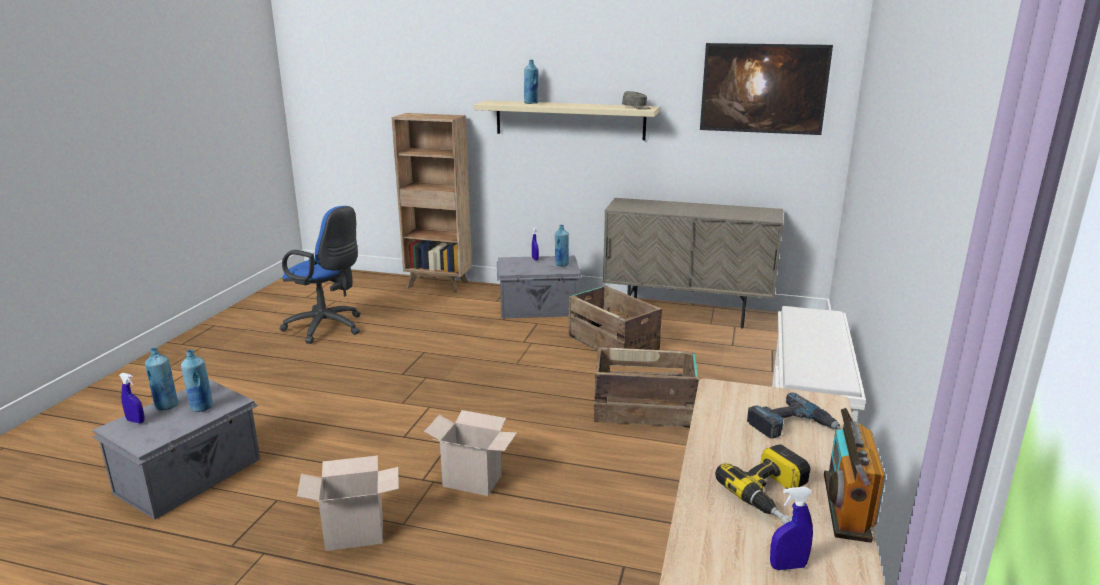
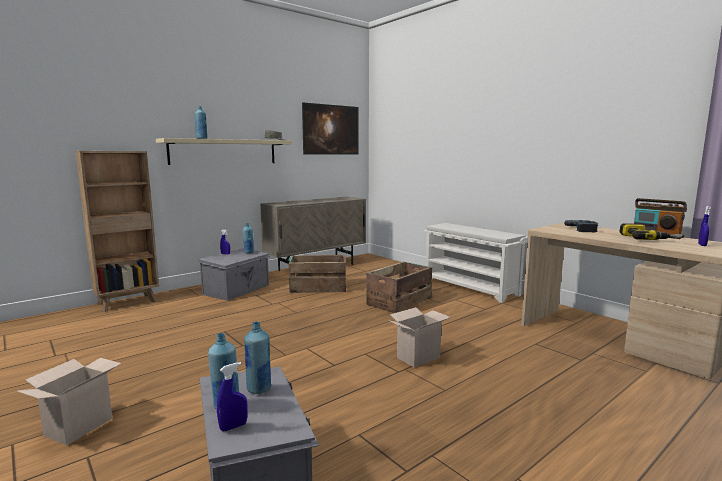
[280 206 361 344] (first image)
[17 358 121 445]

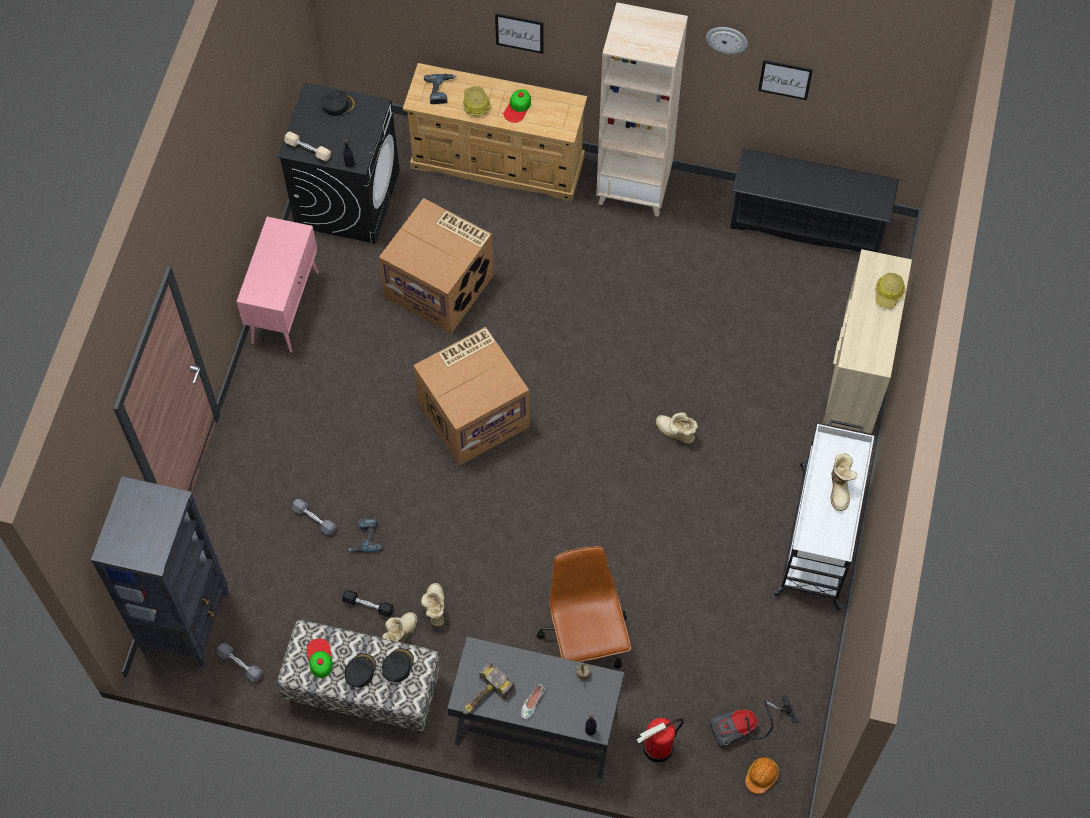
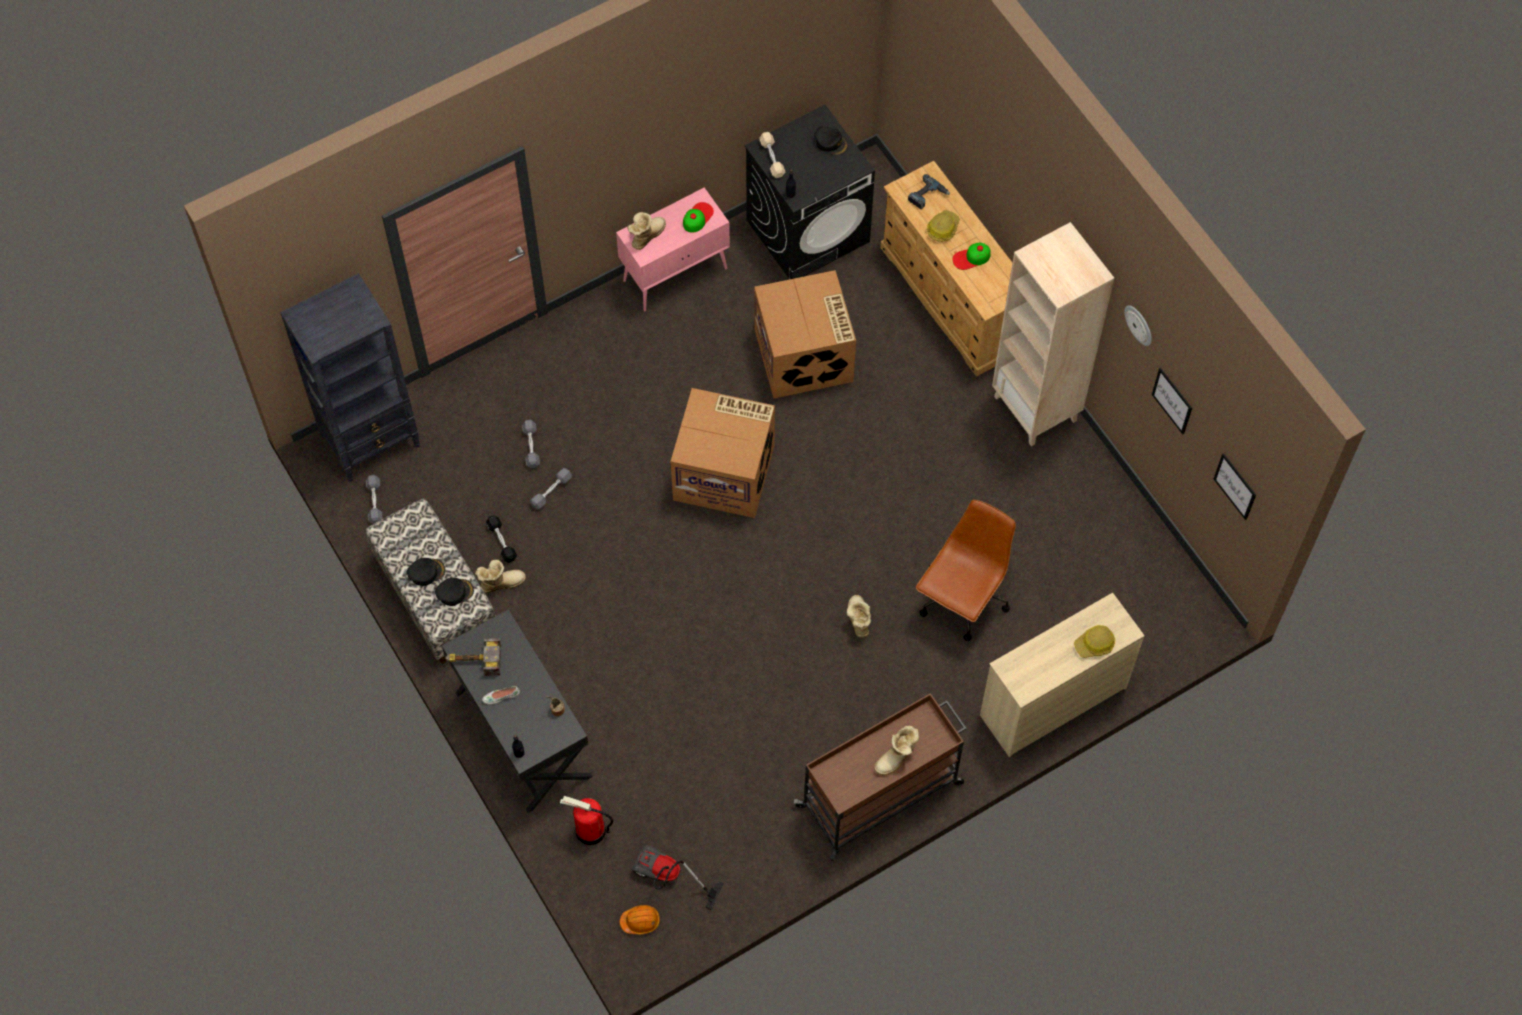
[683 202 714 233]
[530 468 572 510]
[627 212 666 250]
[1214 453 1256 520]
[916 500 1016 641]
[730 148 899 253] (first image)
[794 693 967 861]

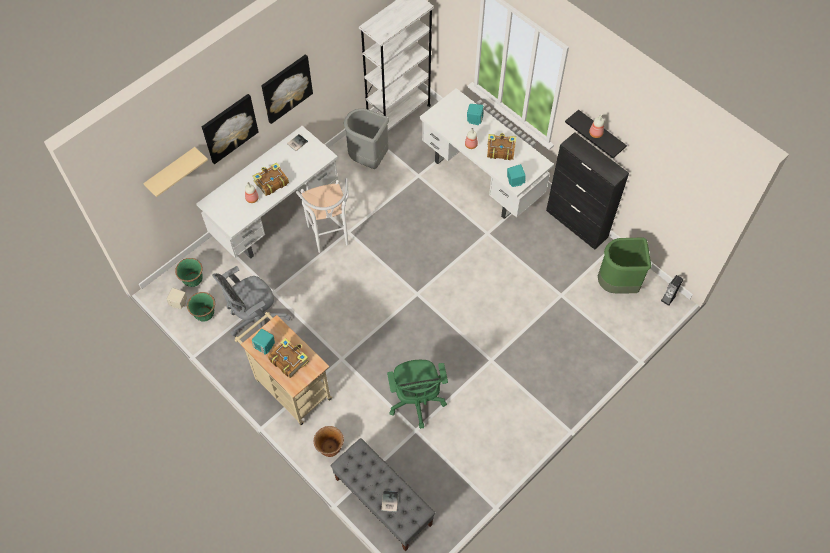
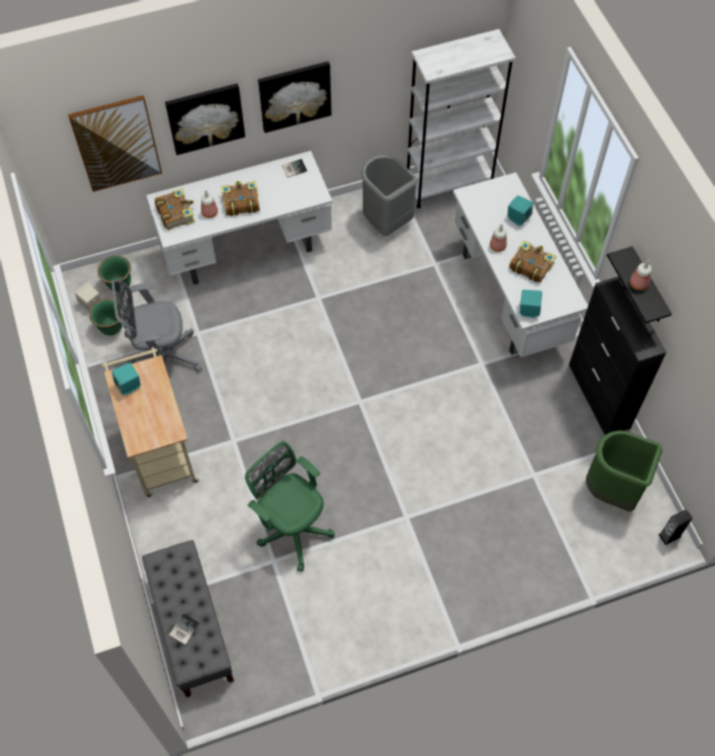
[68 95 162 192]
[155 188 195 230]
[296 178 349 253] (first image)
[314 426 344 457] (first image)
[245 441 335 572]

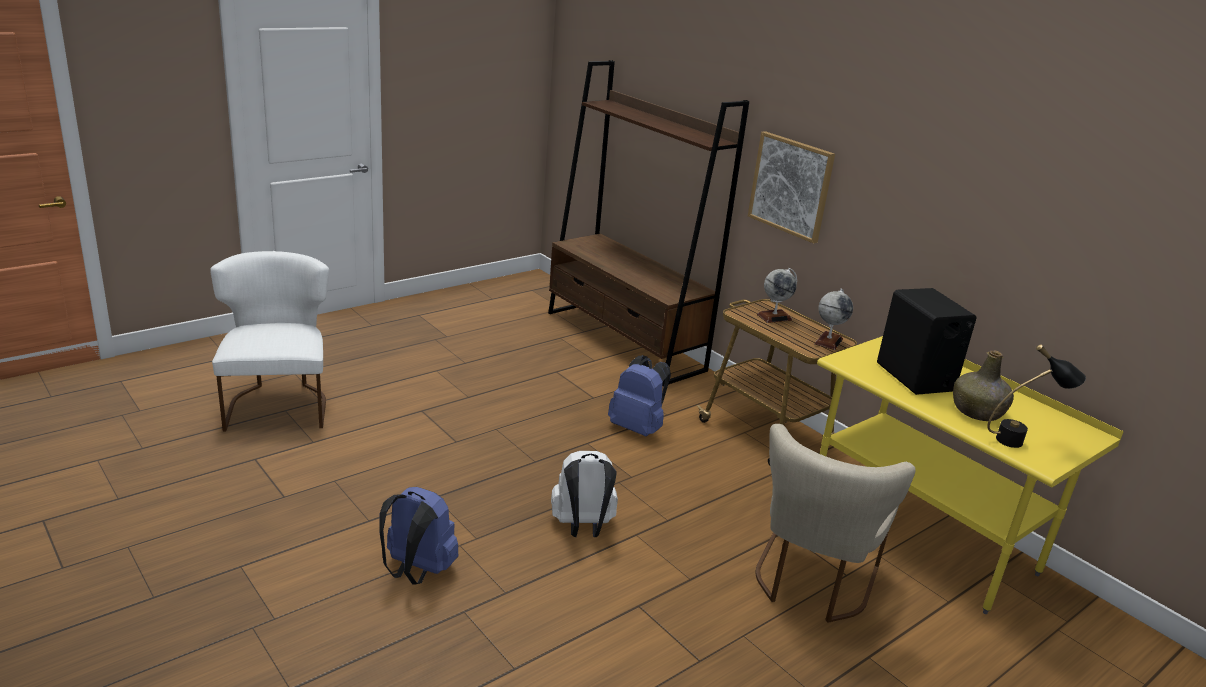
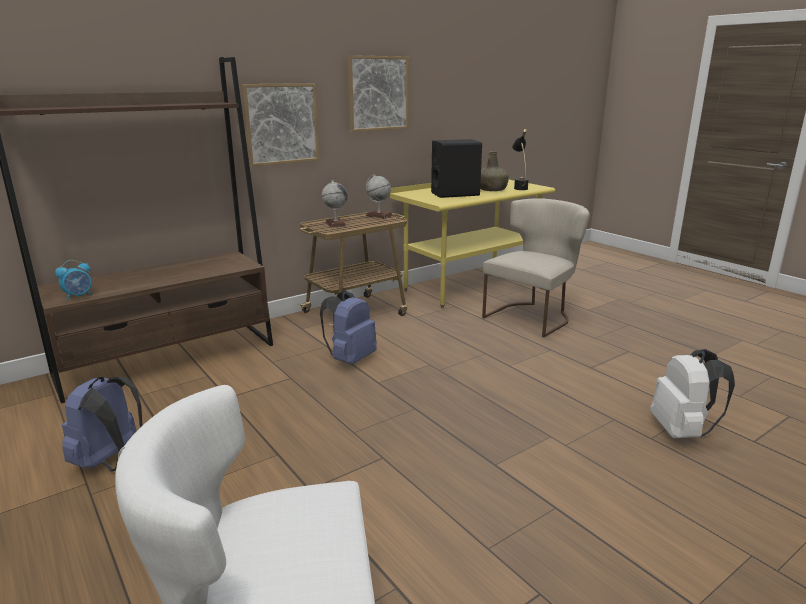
[62 376 143 472]
[650 349 735 438]
[482 198 590 337]
[55 260 92 300]
[347 55 409 132]

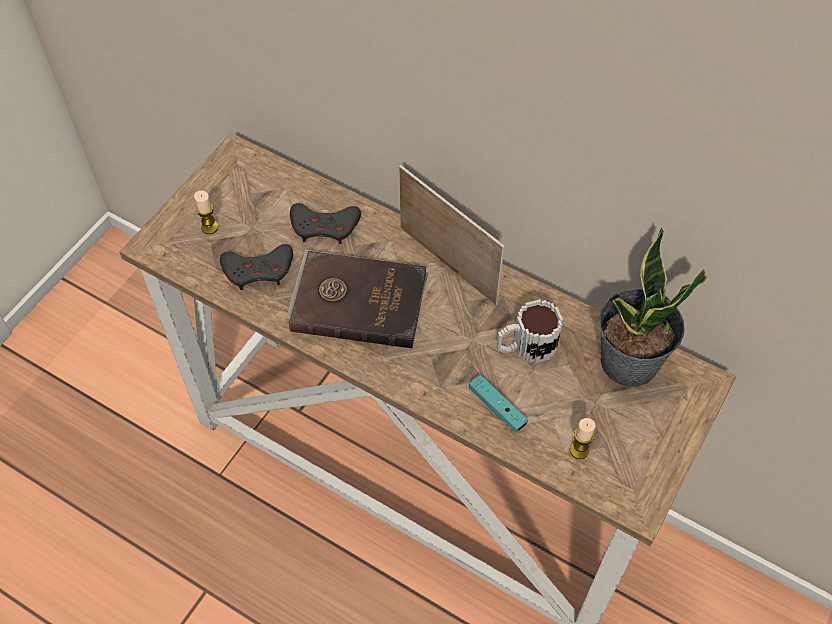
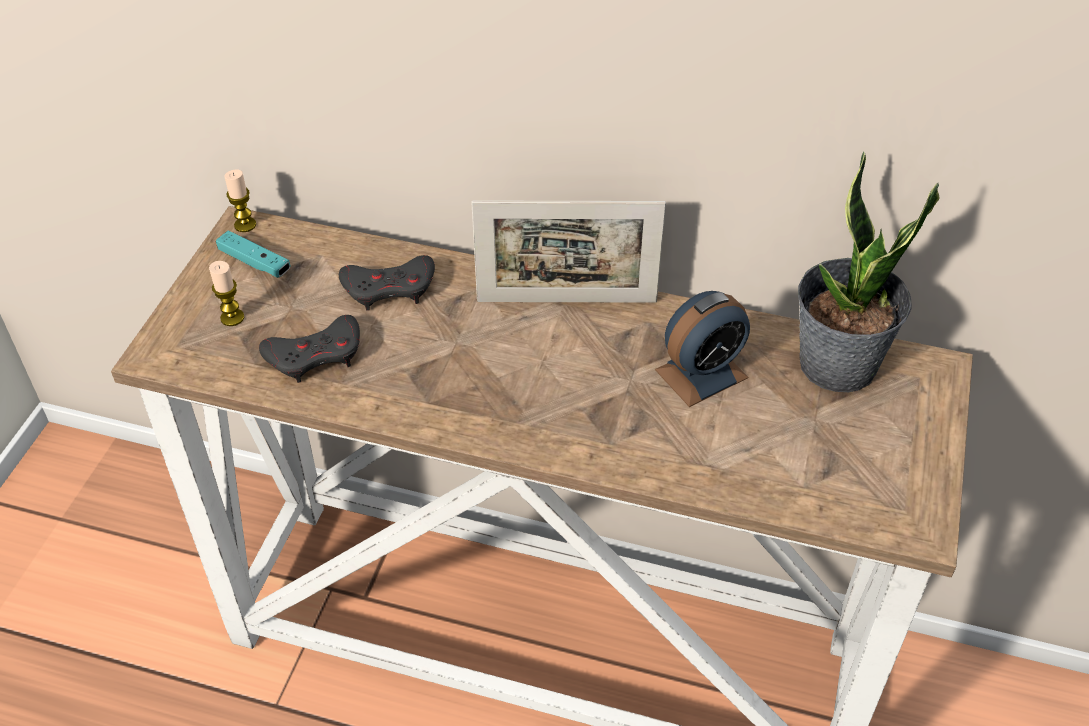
[287 250 429 348] (first image)
[471 200 666 303]
[216 231 291 278]
[655 291 750 407]
[225 170 256 232]

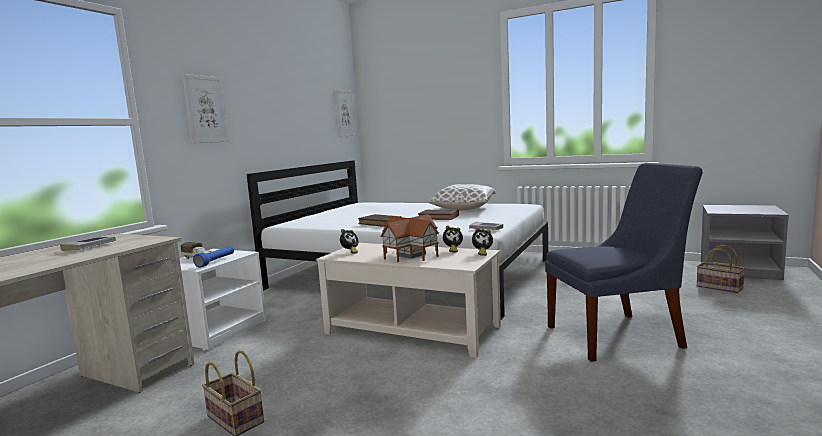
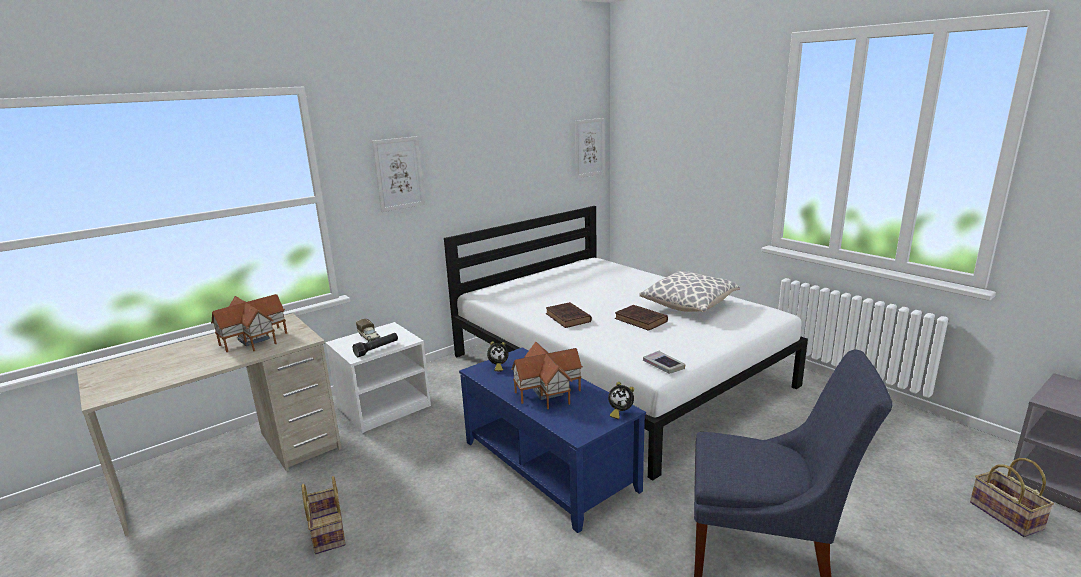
[211 294 287 352]
[353 333 398 357]
[459 347 646 533]
[443 226 463 253] (first image)

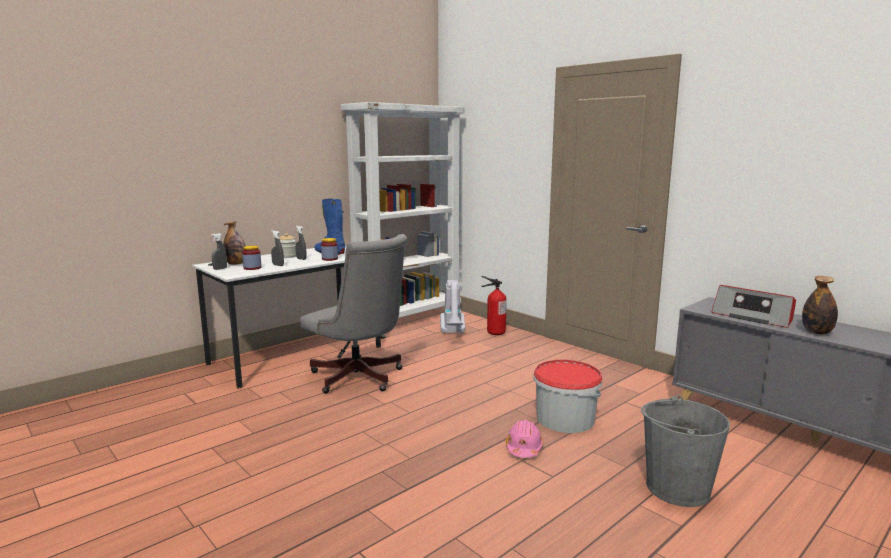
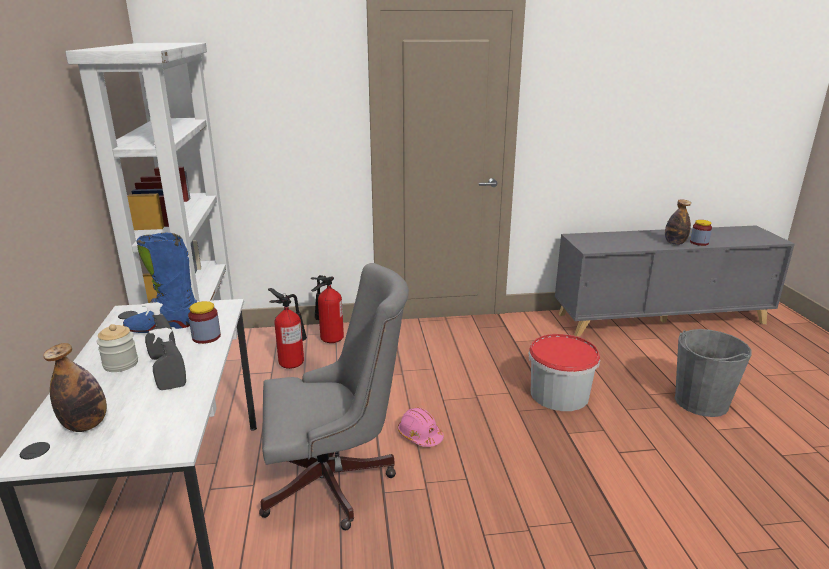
[211 233 227 270] (first image)
[690 220 712 246]
[268 288 307 369]
[398 407 444 447]
[711 285 796 328] (first image)

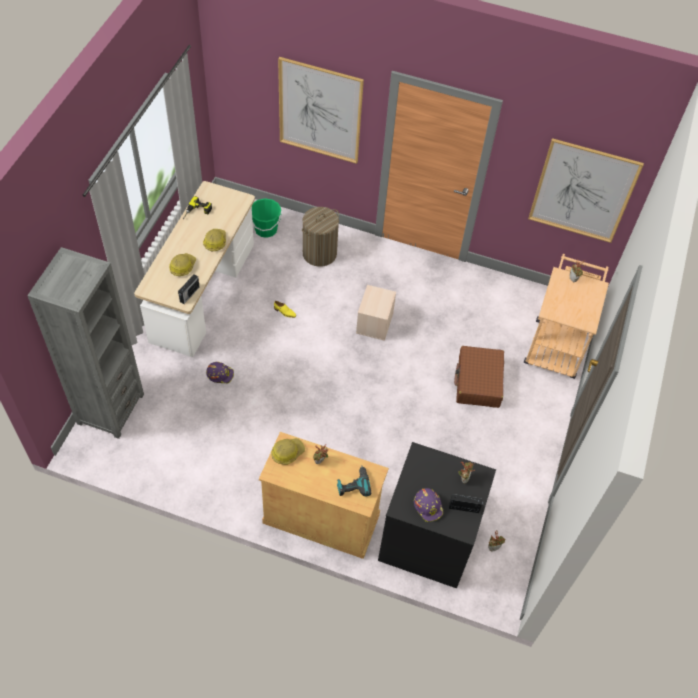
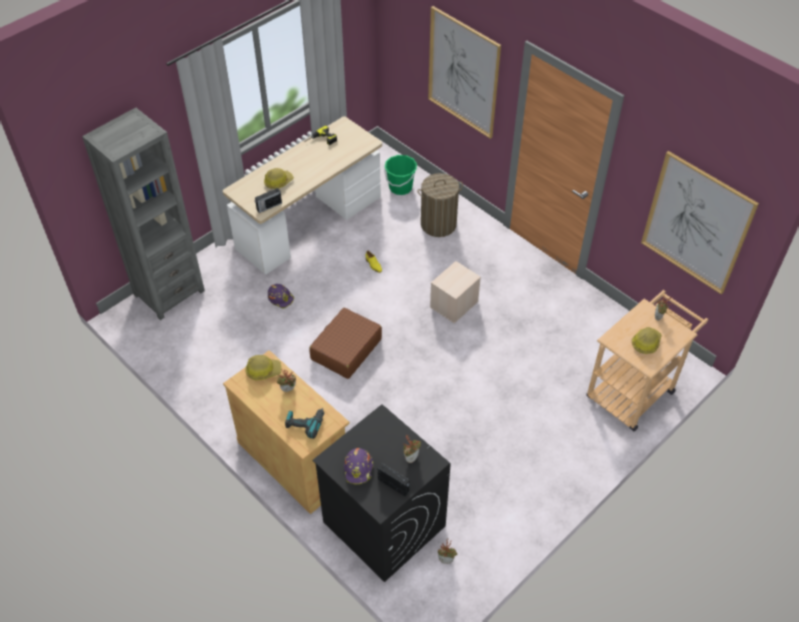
[632 327 662 354]
[309 308 382 379]

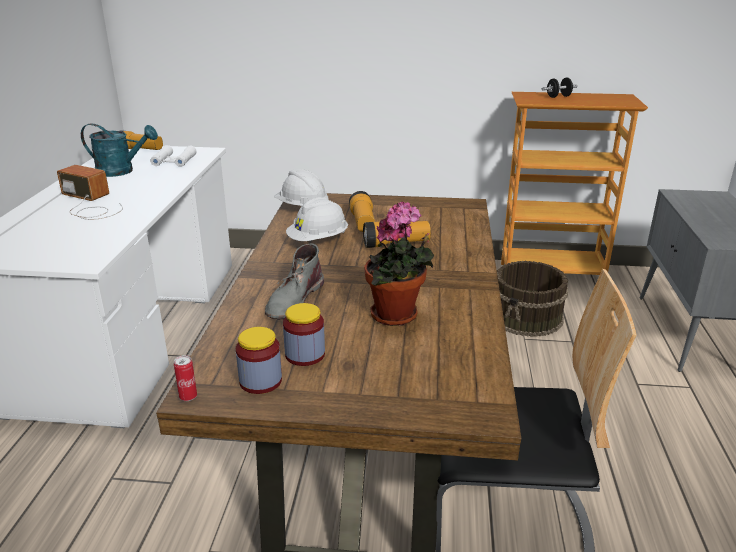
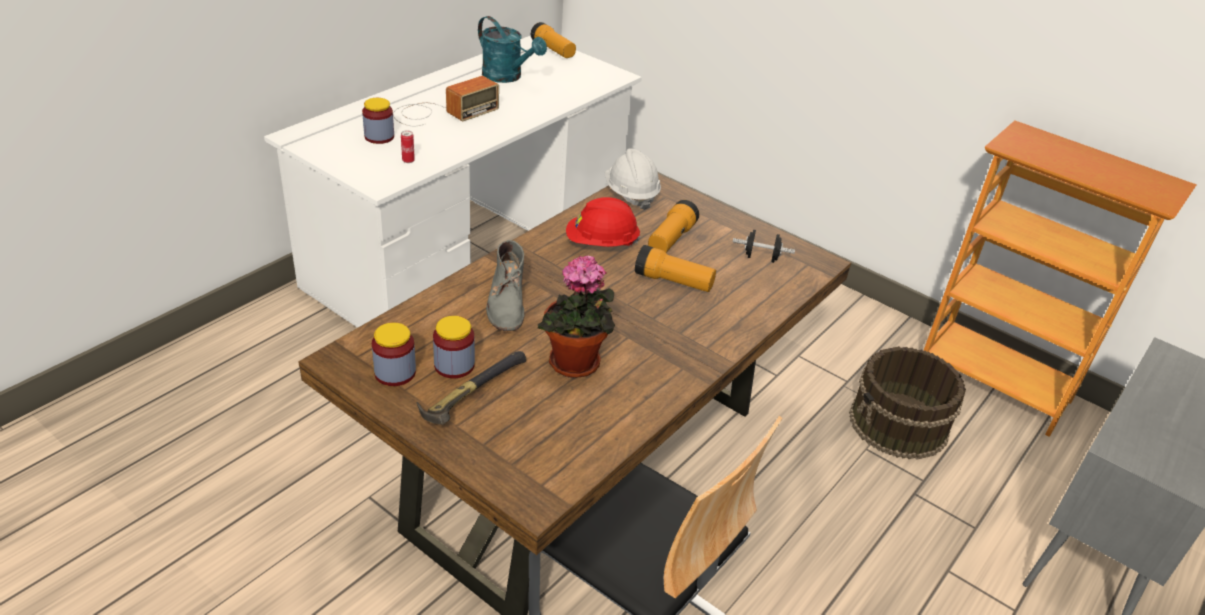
[393 76 499 126]
[150 145 197 167] (first image)
[401 130 415 163]
[486 240 525 331]
[566 197 640 247]
[733 230 795 263]
[362 98 394 144]
[417 351 526 425]

